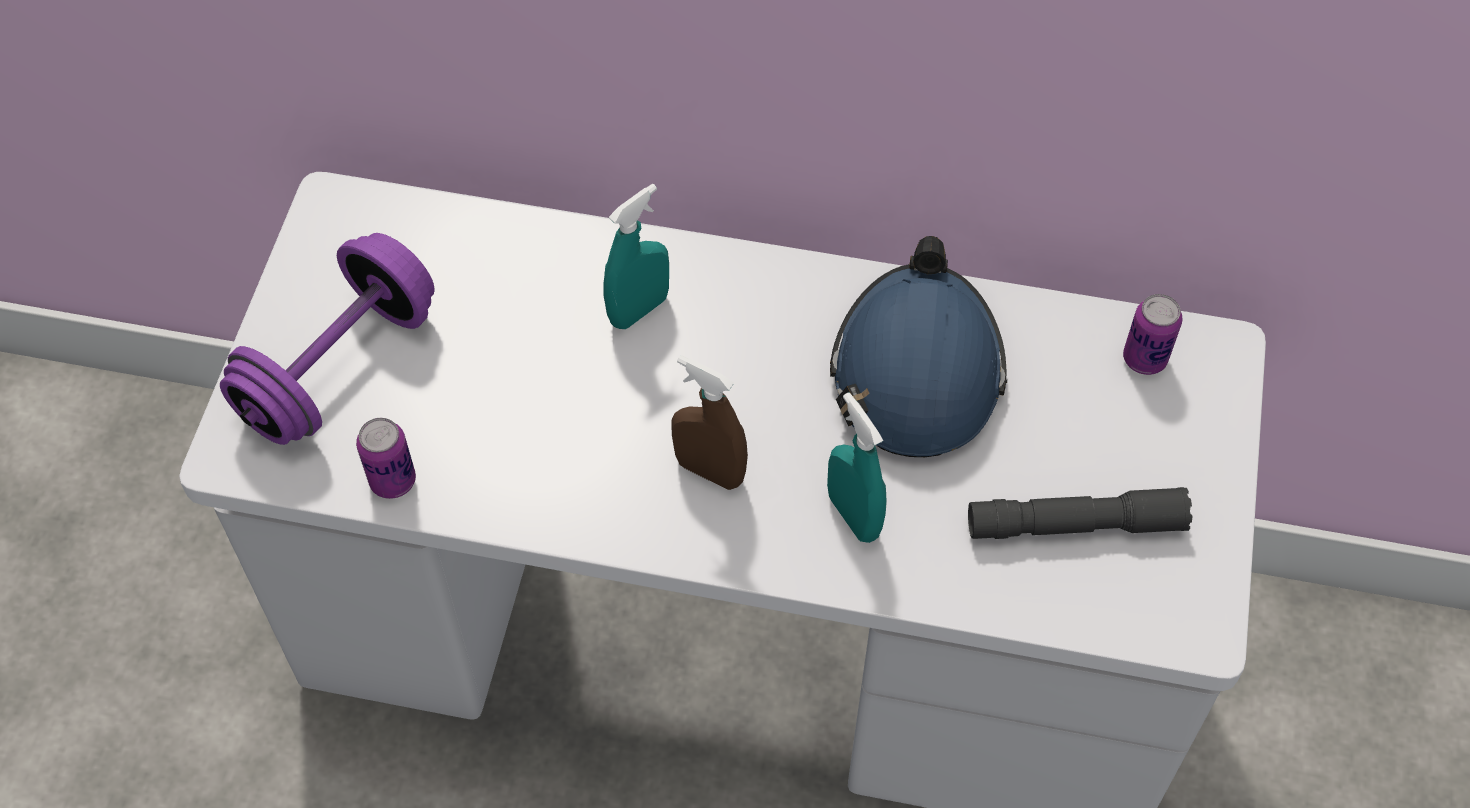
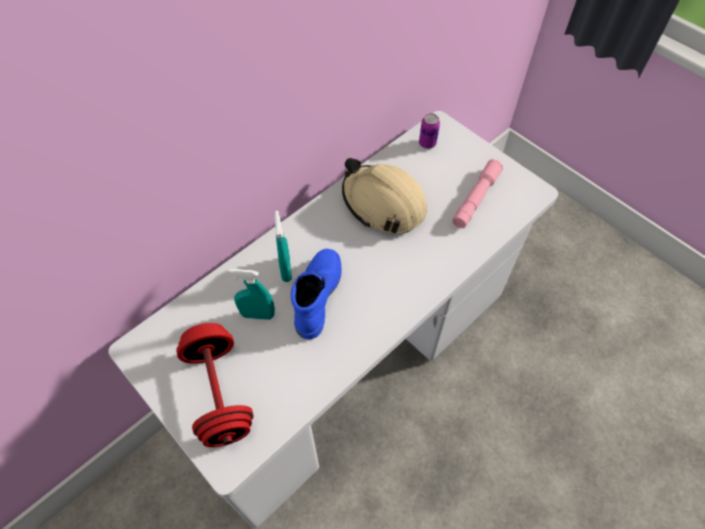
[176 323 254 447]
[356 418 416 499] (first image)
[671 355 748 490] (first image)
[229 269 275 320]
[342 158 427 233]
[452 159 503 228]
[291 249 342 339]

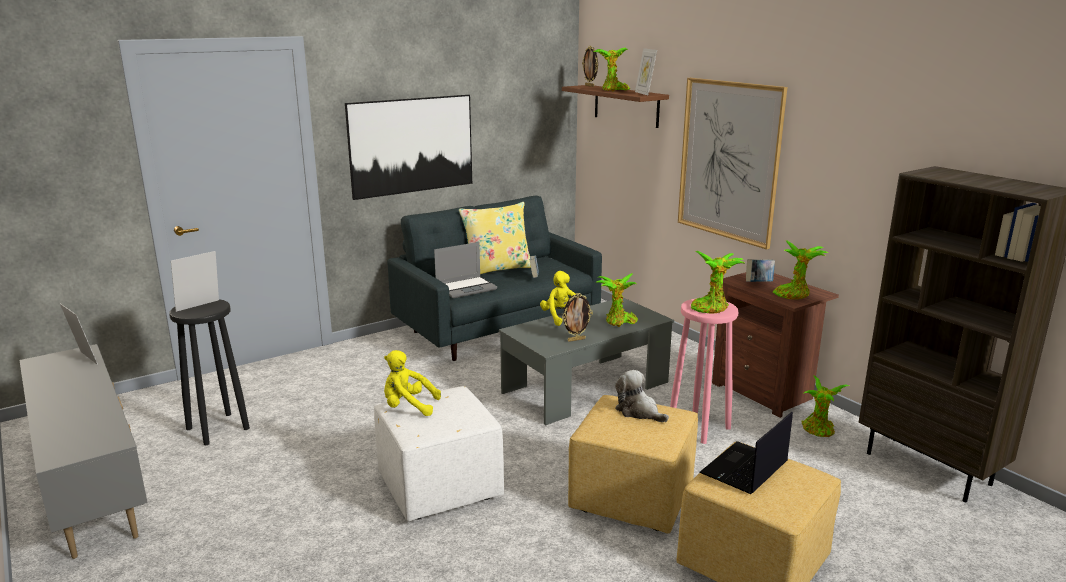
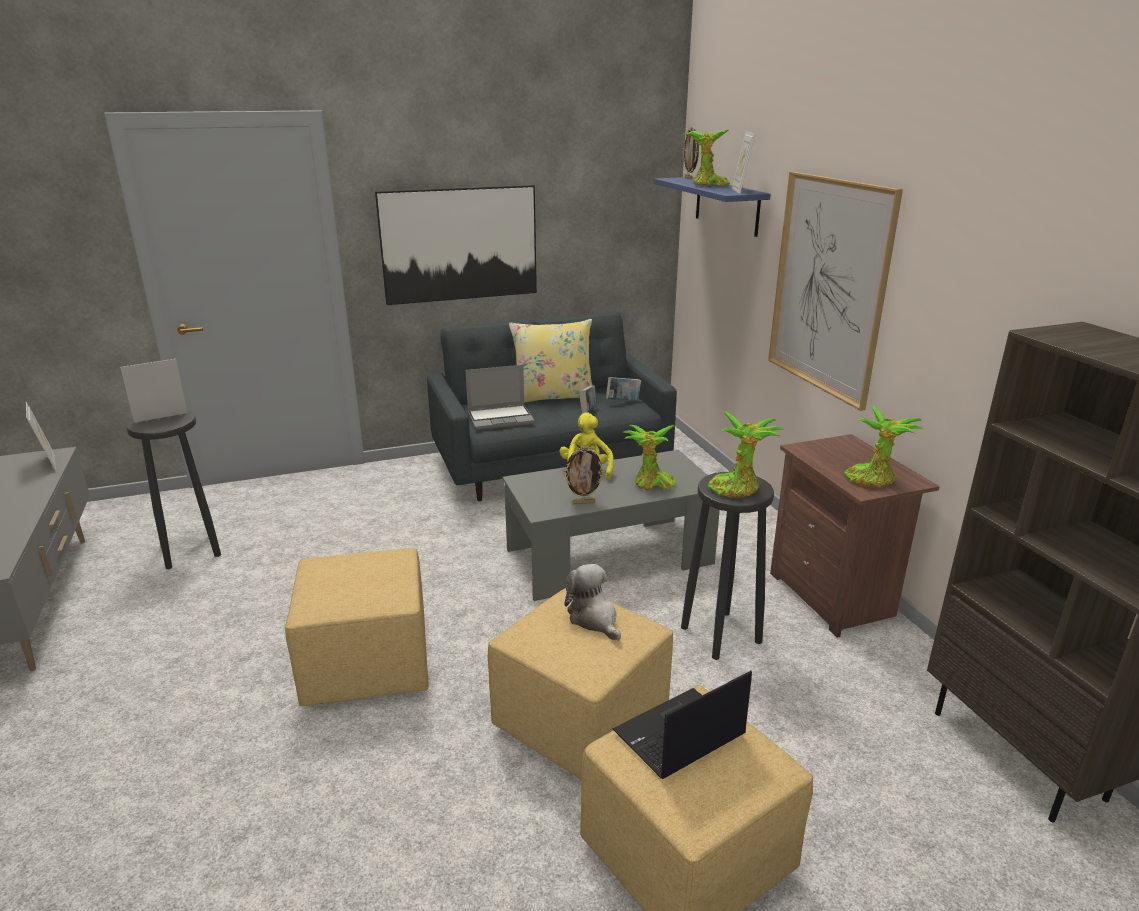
[285 548 429 706]
[384 350 441 416] (first image)
[654 177 771 237]
[681 472 774 660]
[606 377 641 401]
[802 375 849 437] (first image)

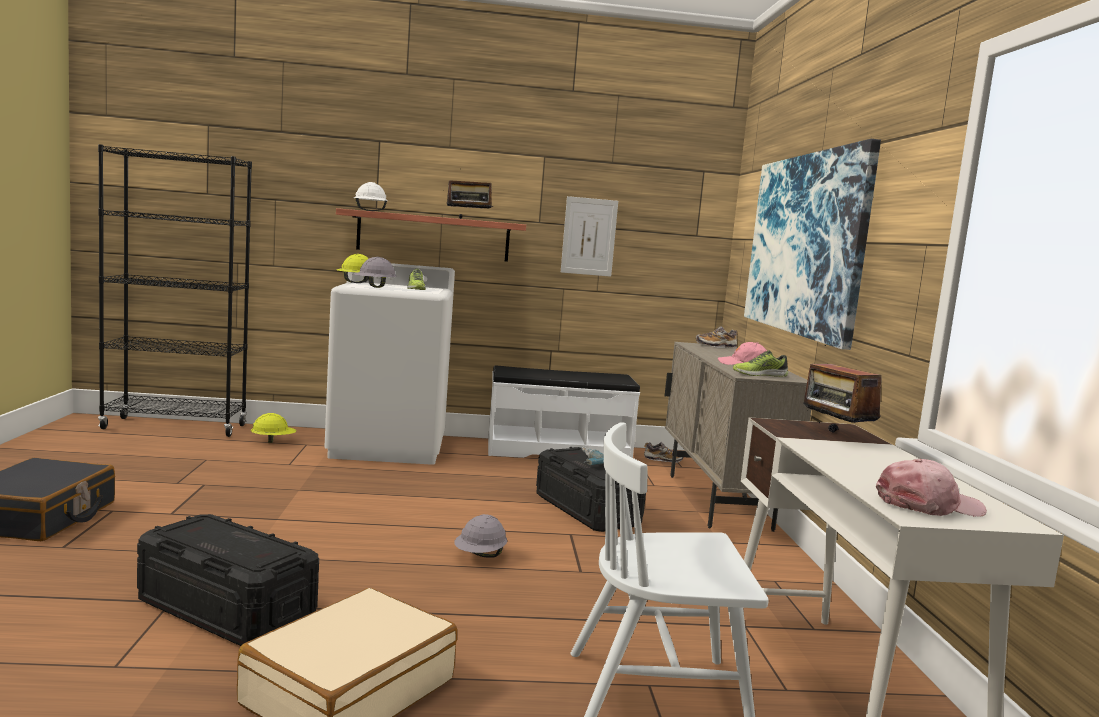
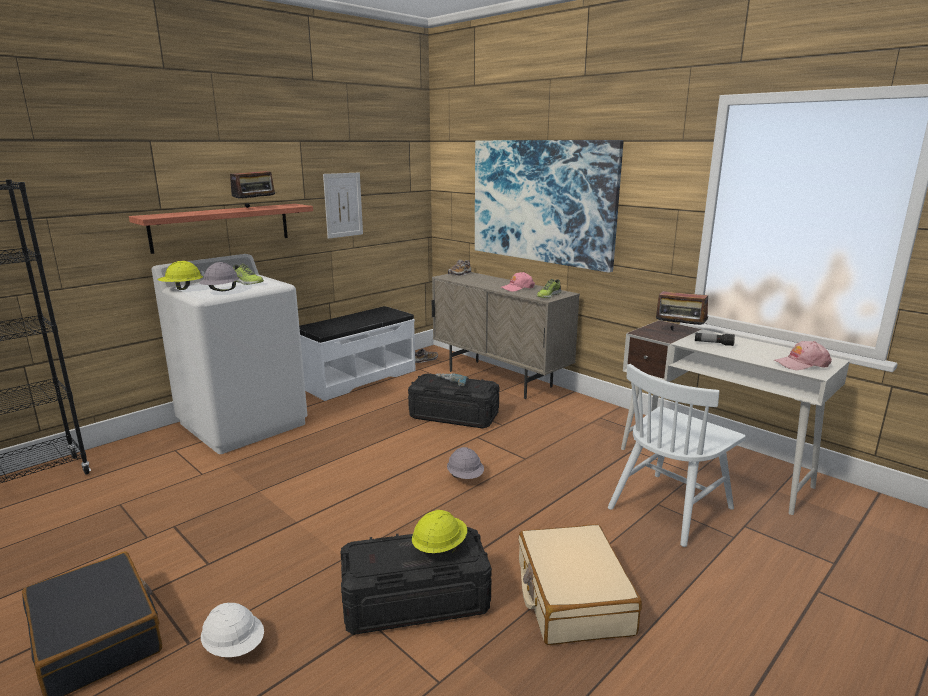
[412 510 467 555]
[201 603 264 657]
[774 341 832 370]
[695 332 735 346]

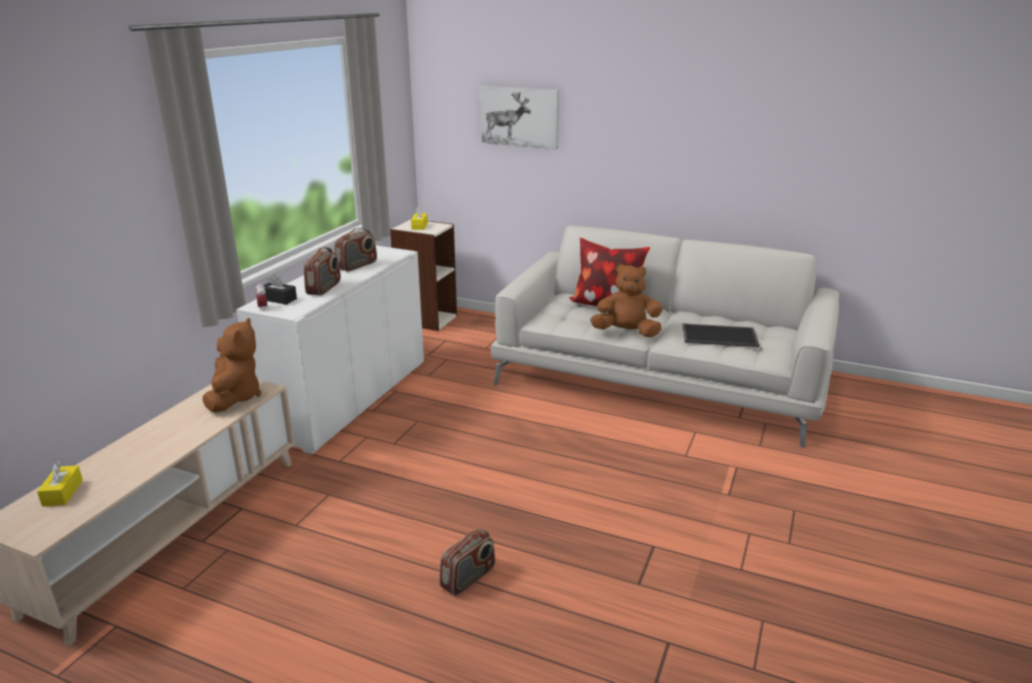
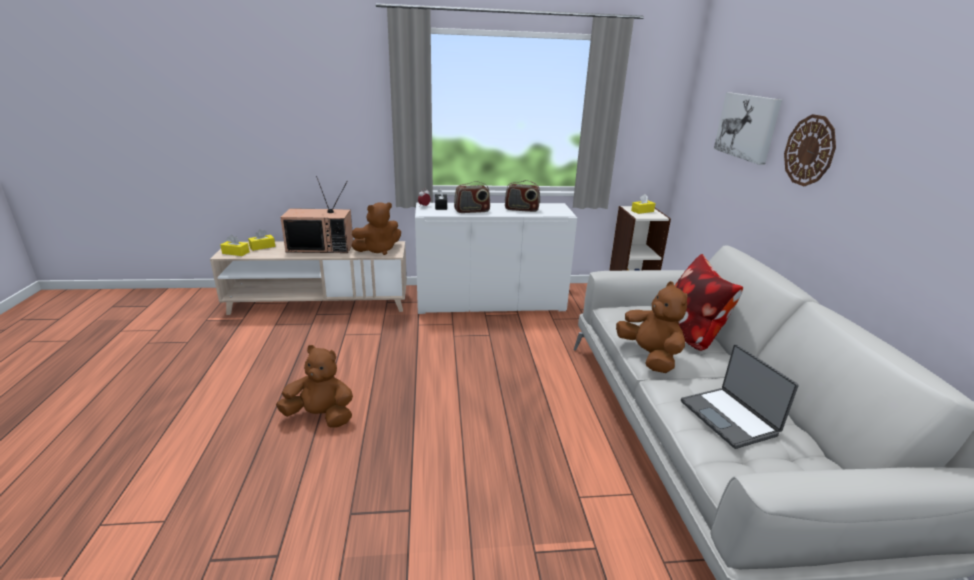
[276 345 353 428]
[681 344 799 449]
[220 235 250 256]
[280 176 353 253]
[784 114 836 186]

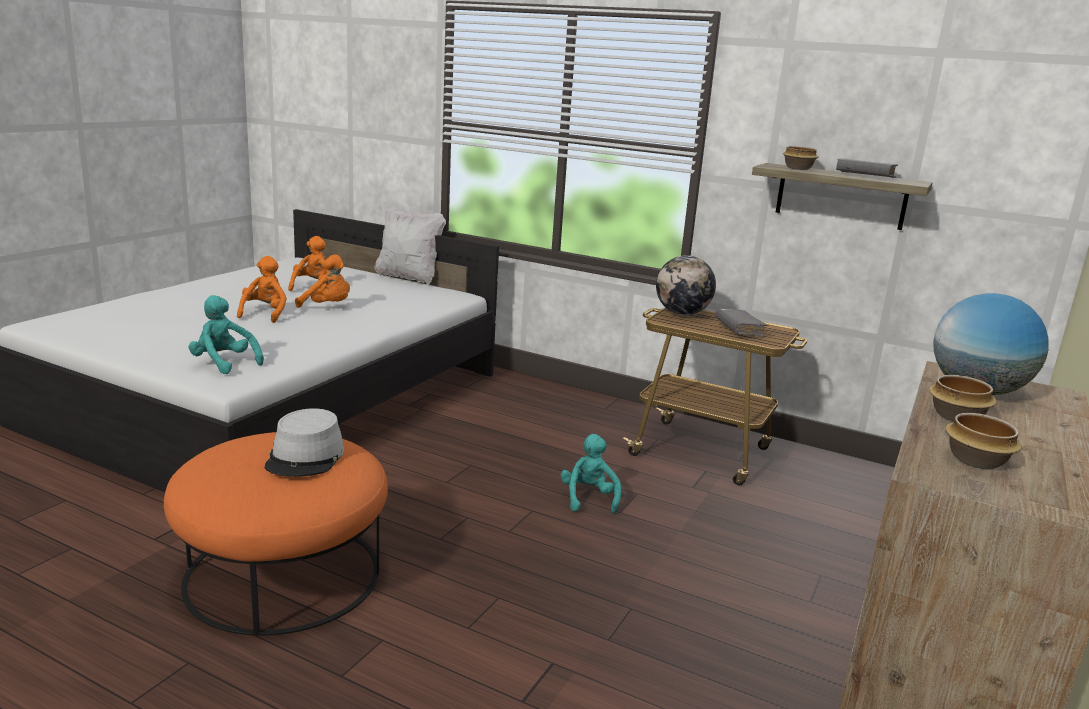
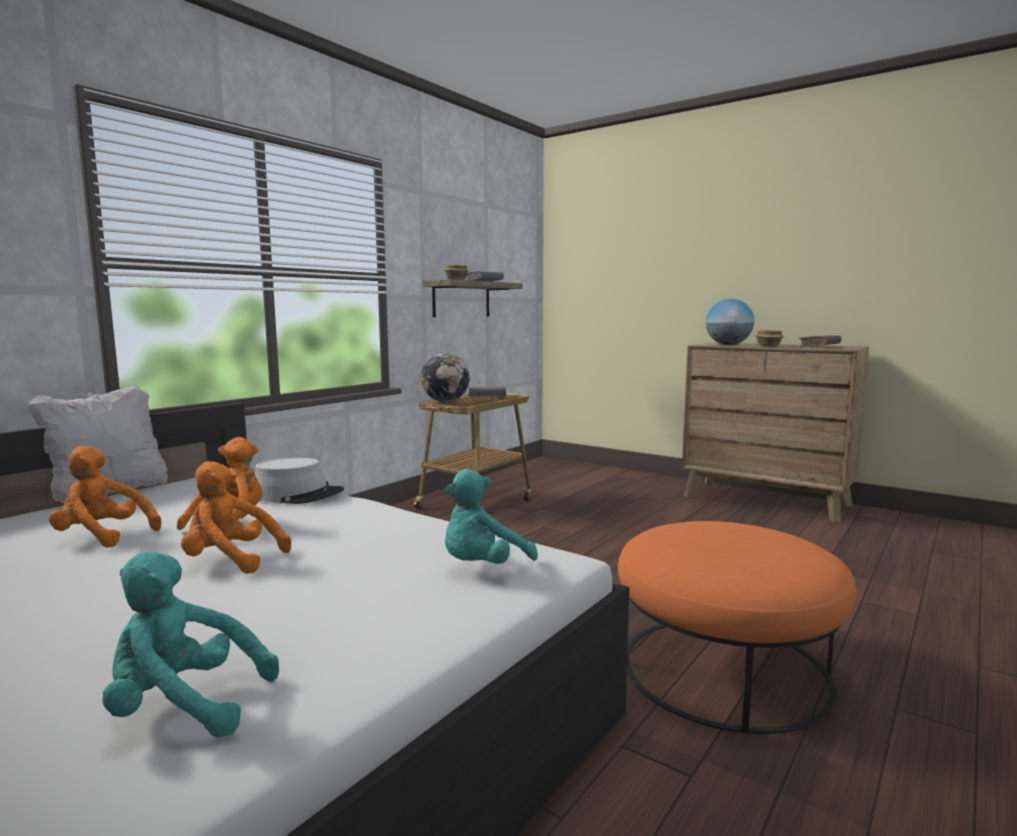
[255 458 344 504]
[102 552 279 738]
[799 335 841 348]

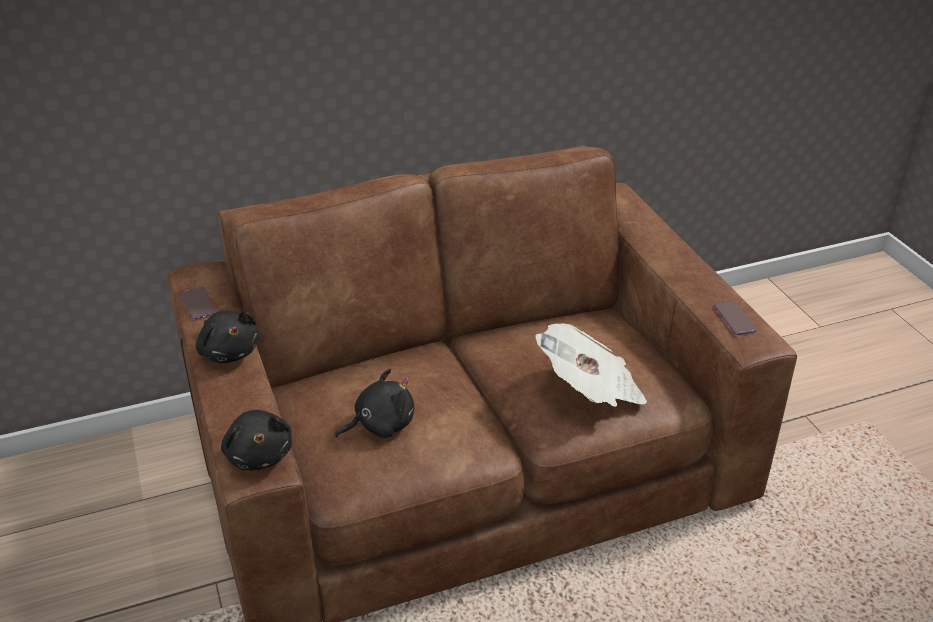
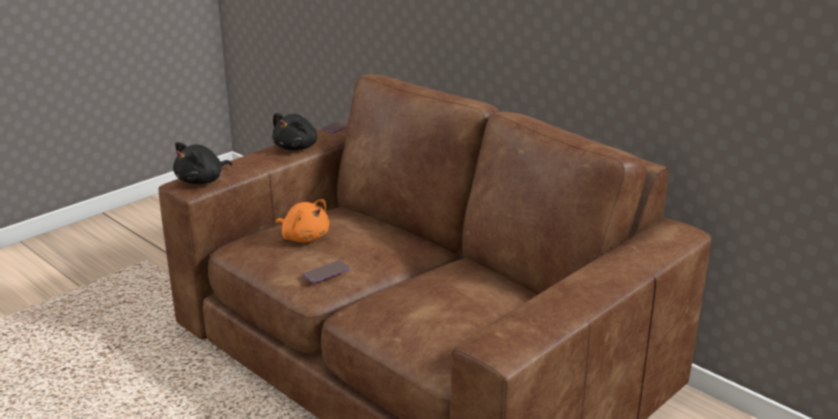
[275 199 329 242]
[535 323 647 407] (first image)
[303 260 350 283]

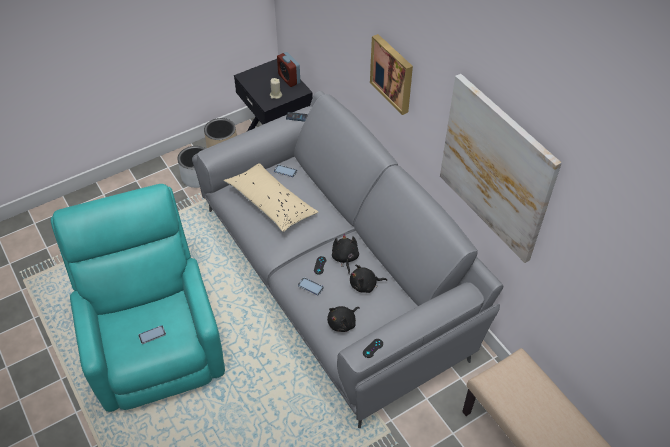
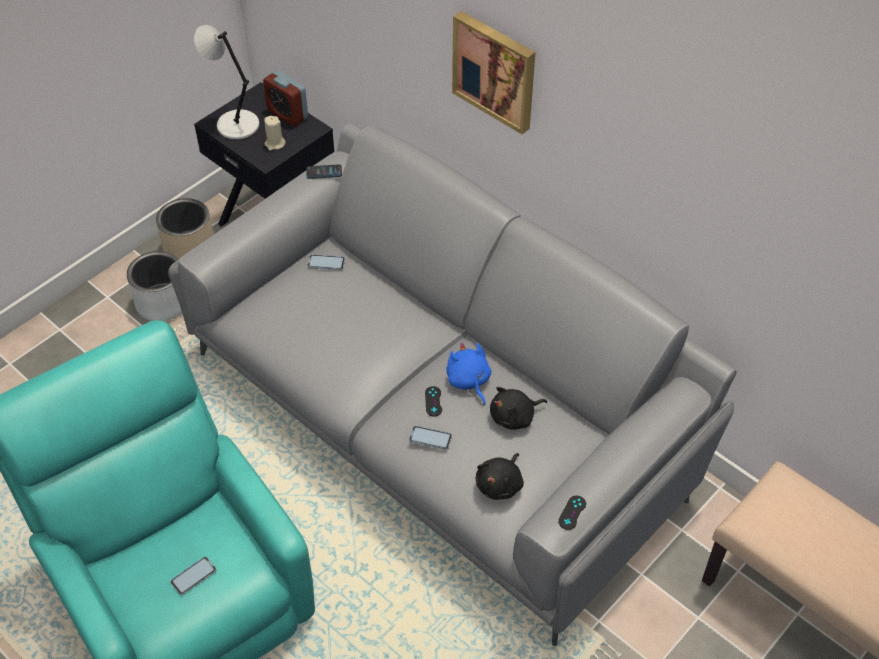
[224 163 318 232] (first image)
[446 342 491 406]
[440 74 562 263] (first image)
[194 25 259 139]

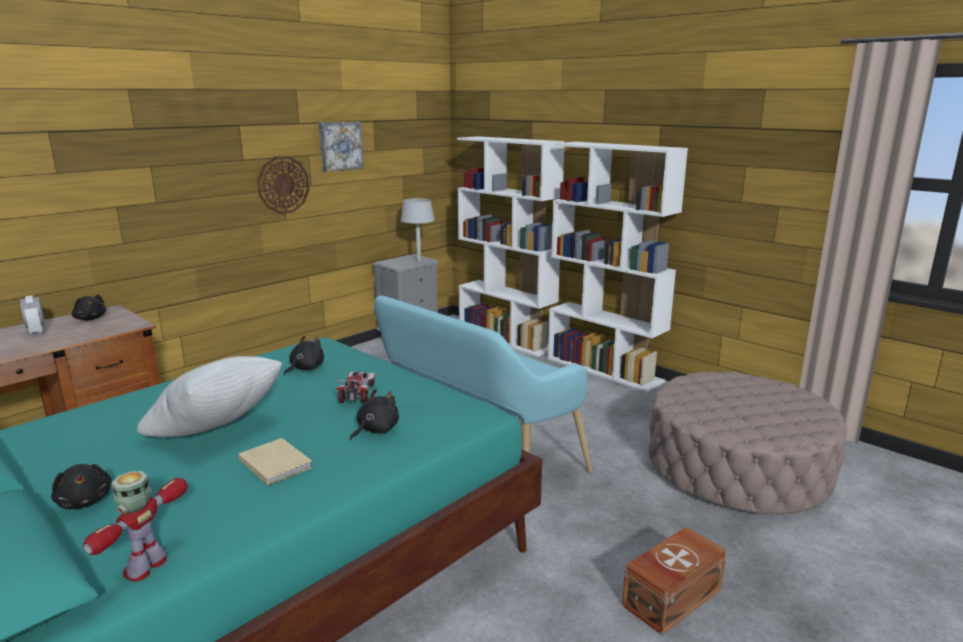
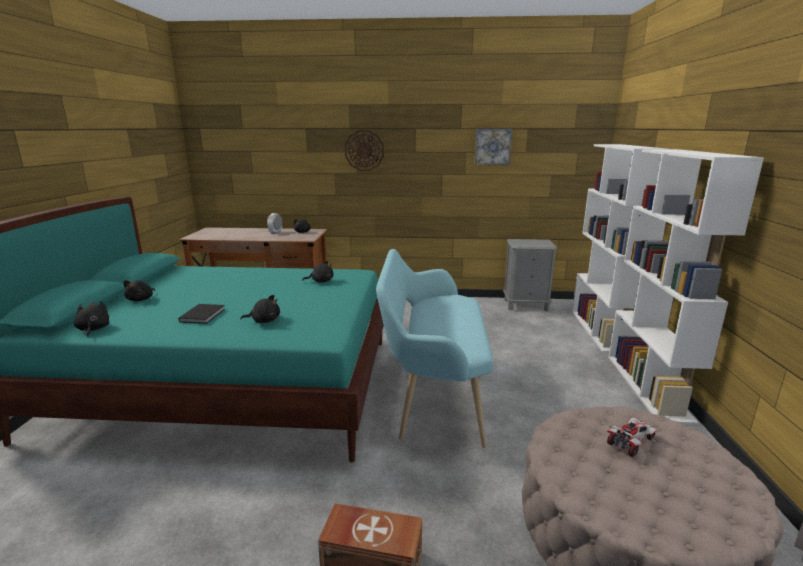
[73 301 109 337]
[137 356 282 437] (first image)
[179 304 225 324]
[345 130 384 171]
[607 417 658 457]
[401 198 435 262] (first image)

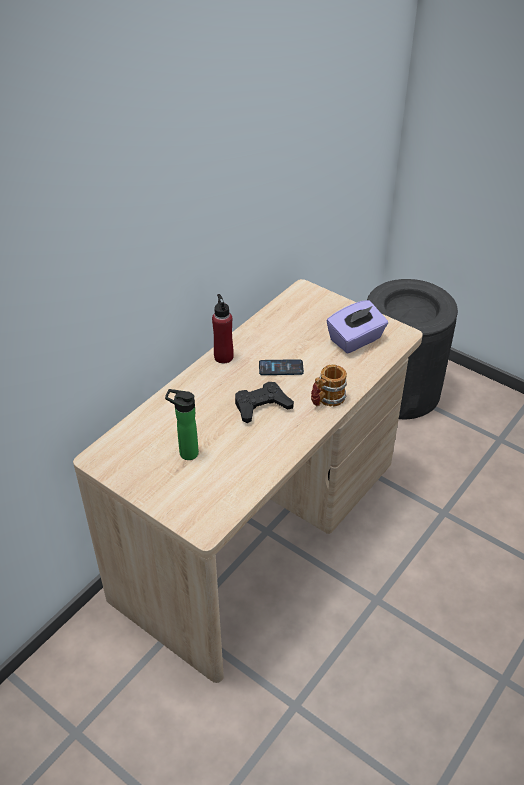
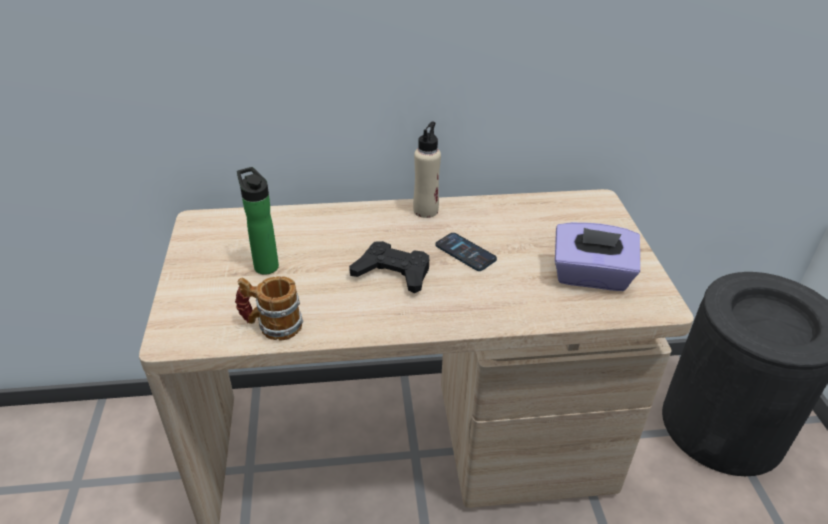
[413 121 441 218]
[235 276 303 341]

